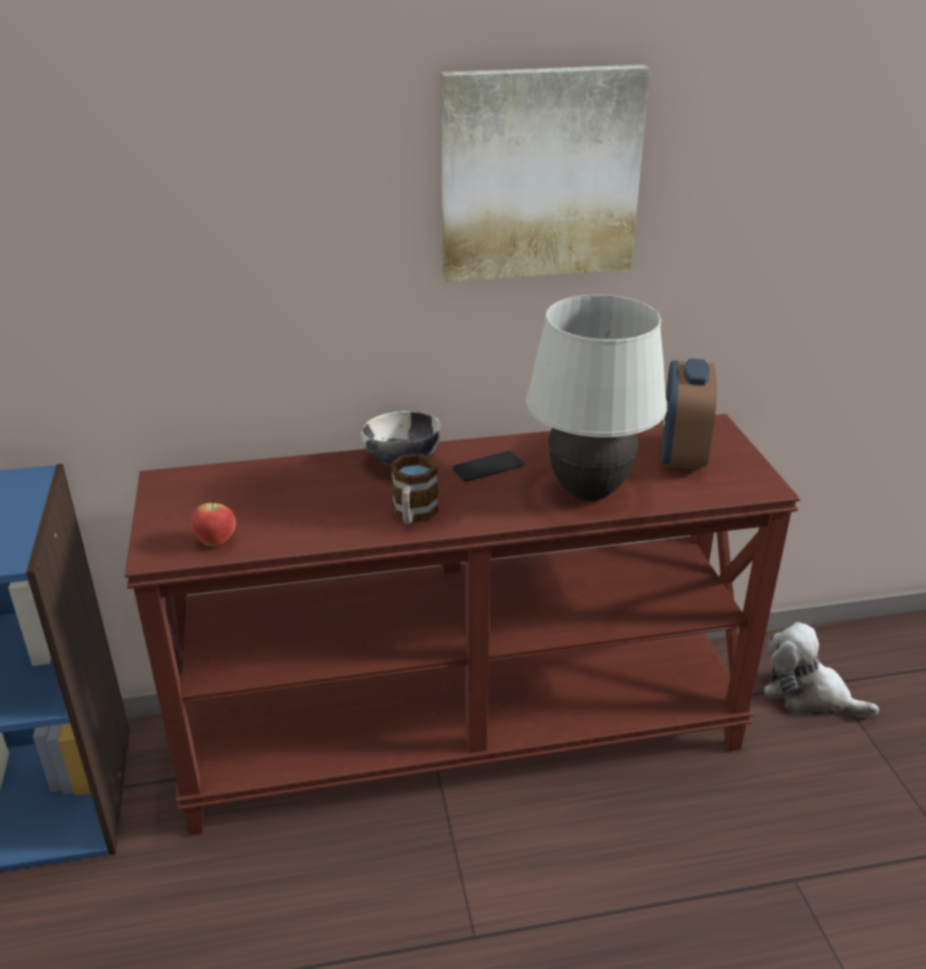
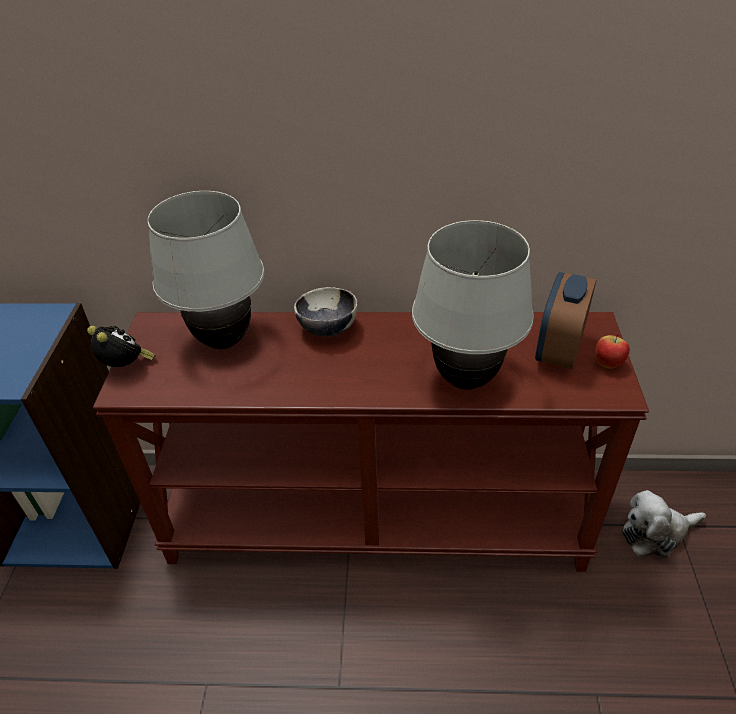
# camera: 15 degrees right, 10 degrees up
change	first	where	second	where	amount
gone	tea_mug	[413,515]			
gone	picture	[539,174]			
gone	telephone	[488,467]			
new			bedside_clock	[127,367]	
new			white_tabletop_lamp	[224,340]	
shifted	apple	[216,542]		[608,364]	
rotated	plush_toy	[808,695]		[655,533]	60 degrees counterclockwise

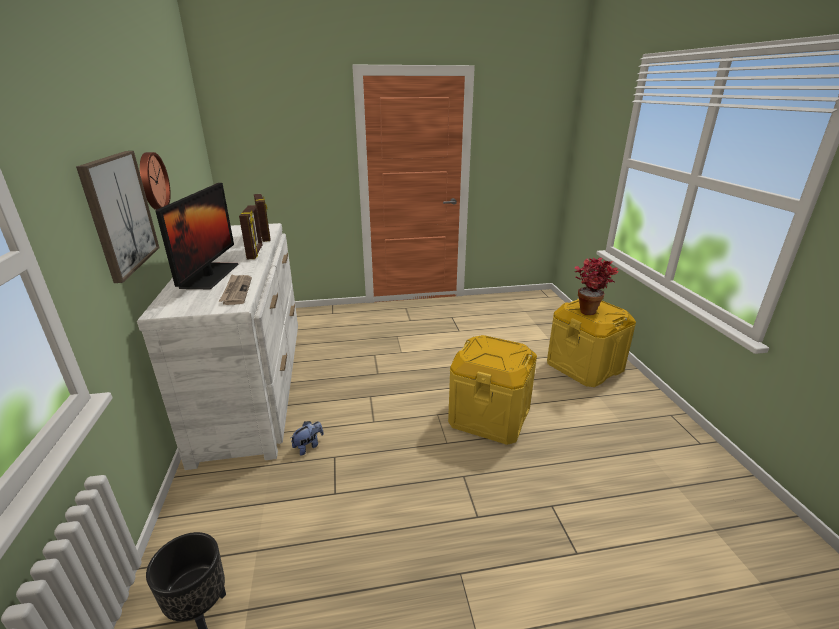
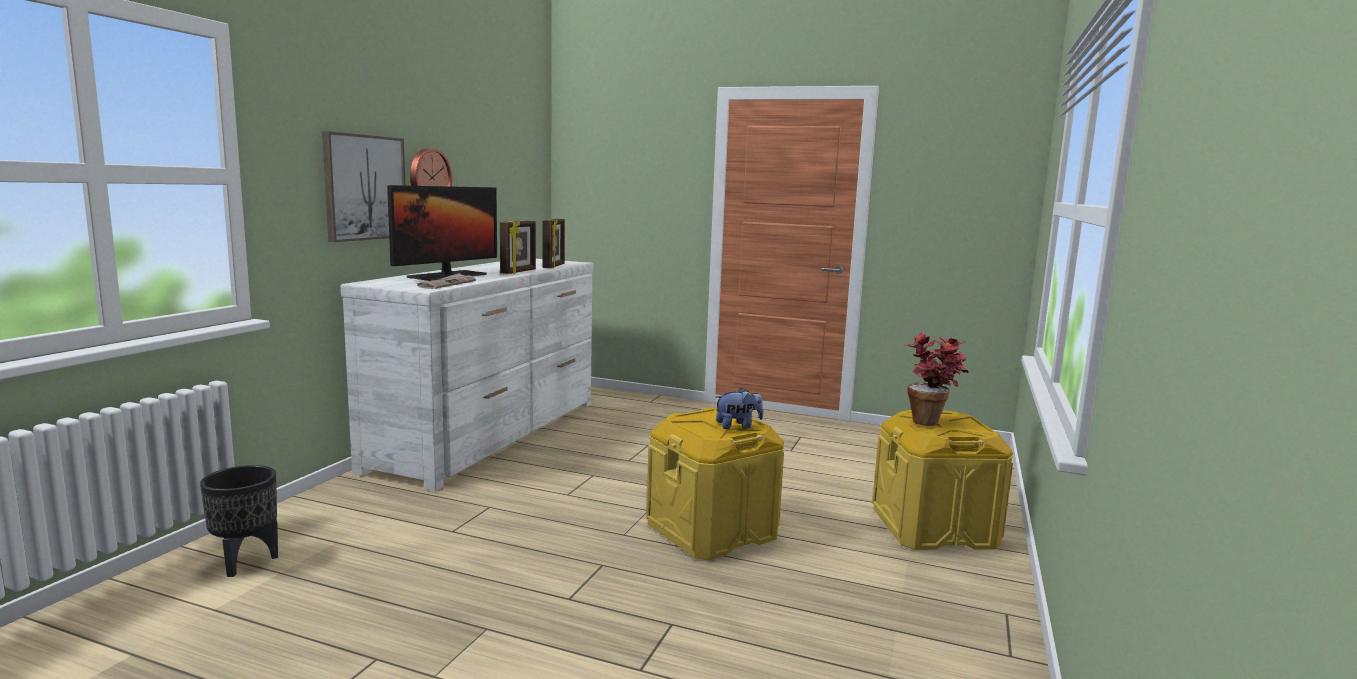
# camera: 30 degrees right, 15 degrees down
change	first	where	second	where	amount
shifted	plush_toy	[308,446]		[738,426]	

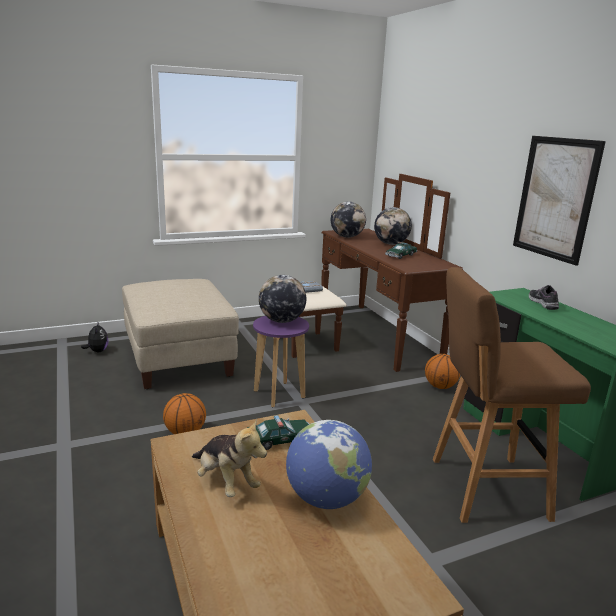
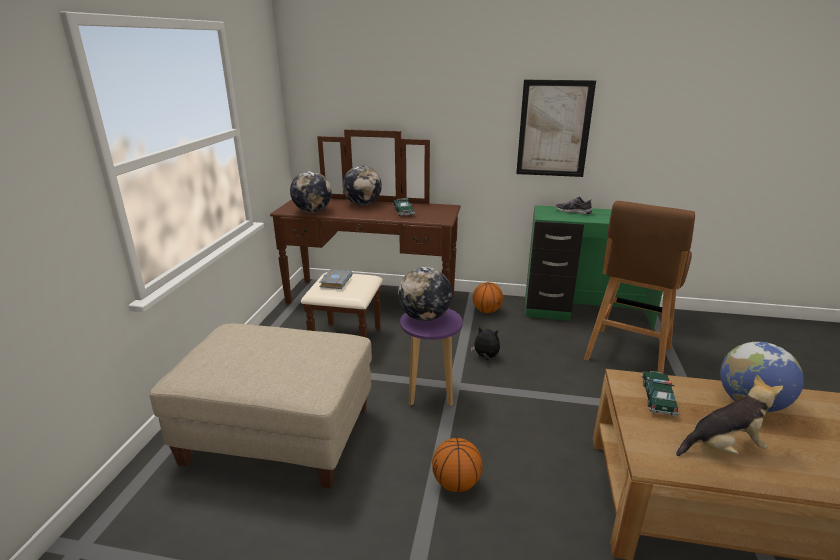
# camera: 55 degrees left, 5 degrees up
change	first	where	second	where	amount
shifted	plush_toy	[97,351]		[485,357]	

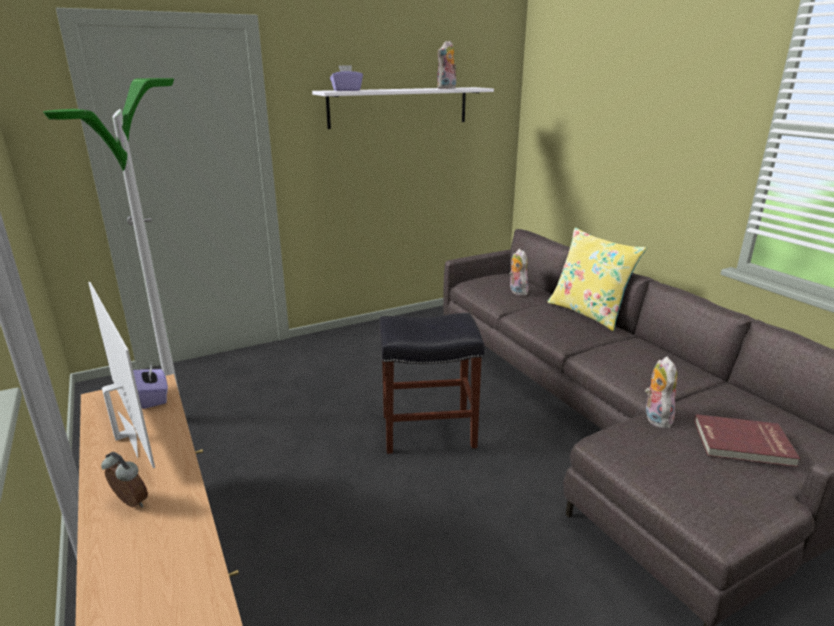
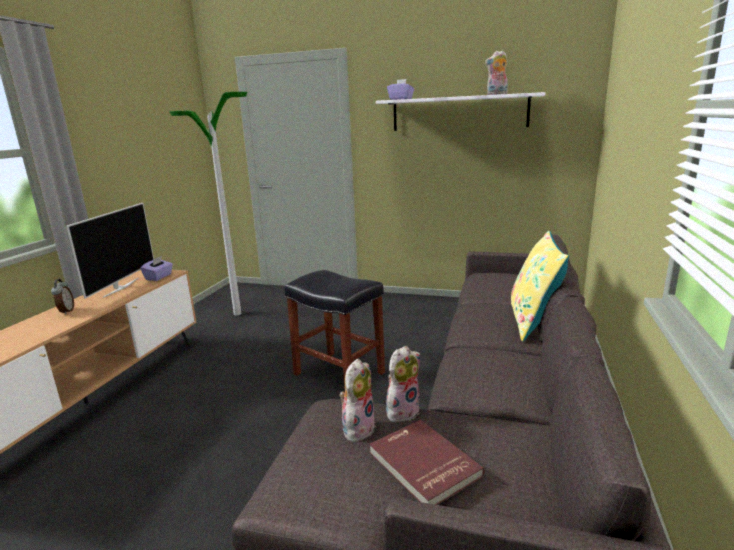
# camera: 45 degrees right, 5 degrees down
change	first	where	second	where	amount
shifted	plush_toy	[516,291]		[357,428]	

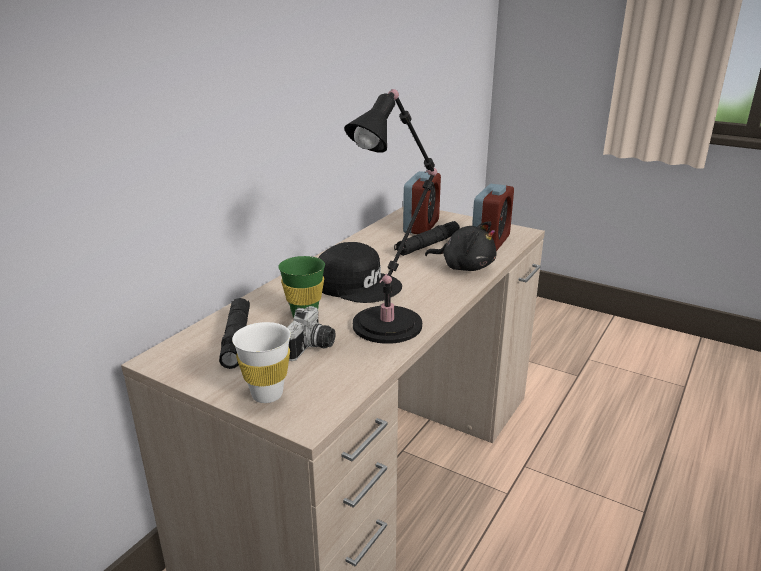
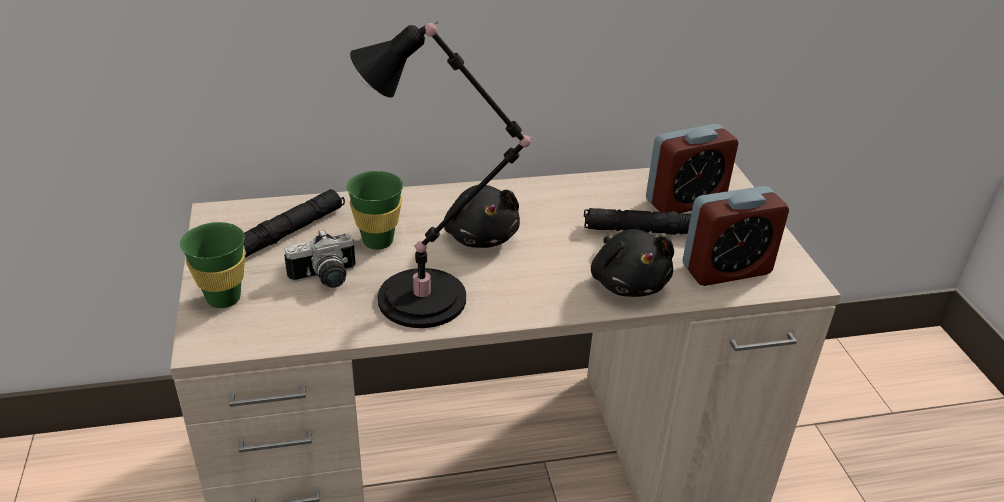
# camera: 45 degrees right, 10 degrees up
change	first	where	second	where	amount
swapped	black_peaked_cap	[357,284]	black_plush_toy	[481,236]	
repainted	white_cup	[267,394]	greenish_cup	[223,298]	

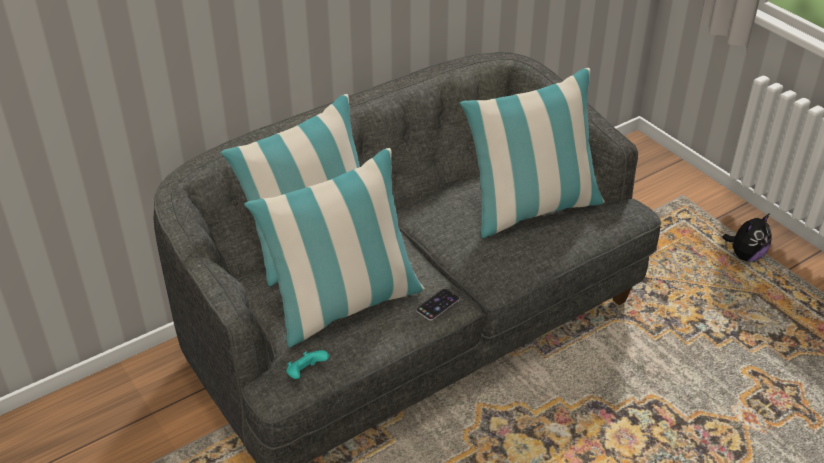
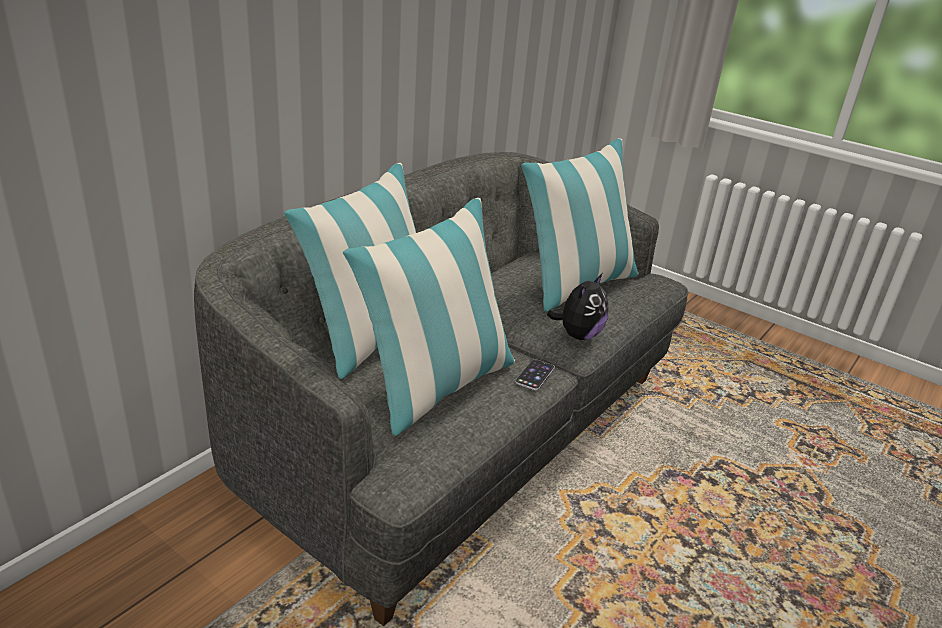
# camera: 20 degrees left, 10 degrees down
change	first	where	second	where	amount
gone	turquoise-coloured_game_controller	[306,373]			
shifted	plush_toy	[745,255]		[578,335]	

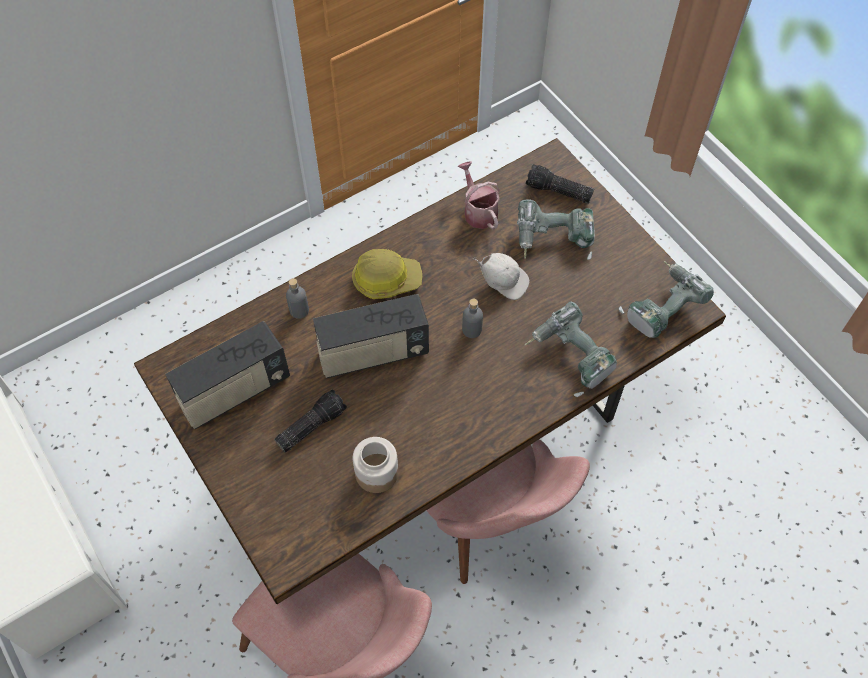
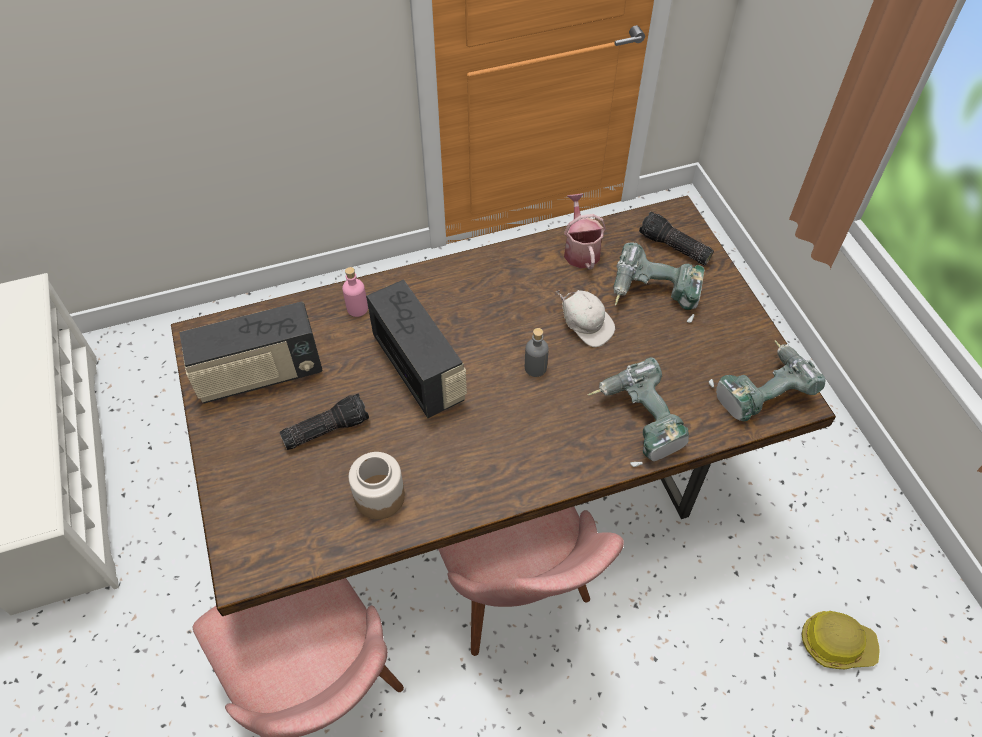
# camera: 15 degrees right, 5 degrees down
change	first	where	second	where	amount
shifted	safety_helmet	[386,279]		[836,643]	
repainted	greyish_beverage_bottle	[299,310]	pink-coloured_beverage_bottle	[357,308]	
rotated	radio_set	[373,354]		[419,369]	120 degrees counterclockwise

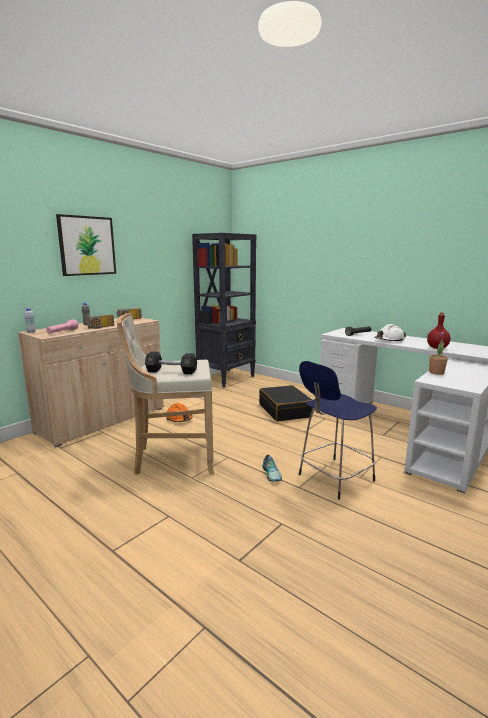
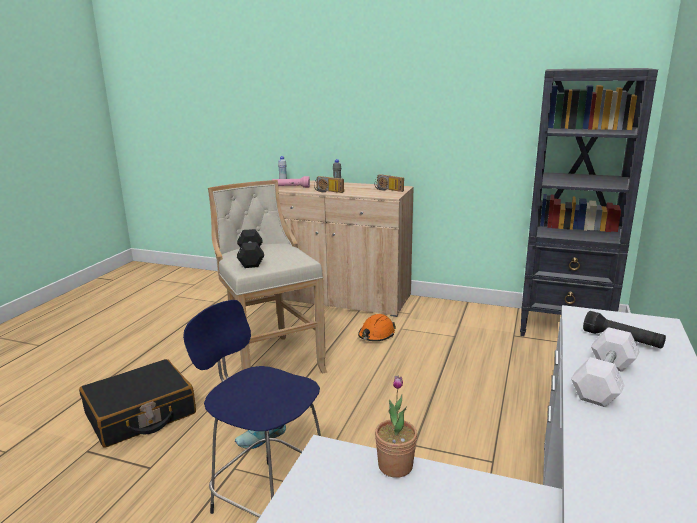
# camera: 70 degrees right, 5 degrees up
change	first	where	second	where	amount
gone	picture	[87,246]			
gone	reddish_beverage_bottle	[437,348]			
shifted	black_piece_of_luggage	[285,410]		[140,414]	
swapped	white_safety_helmet	[389,340]	white_dumbbell	[603,381]	

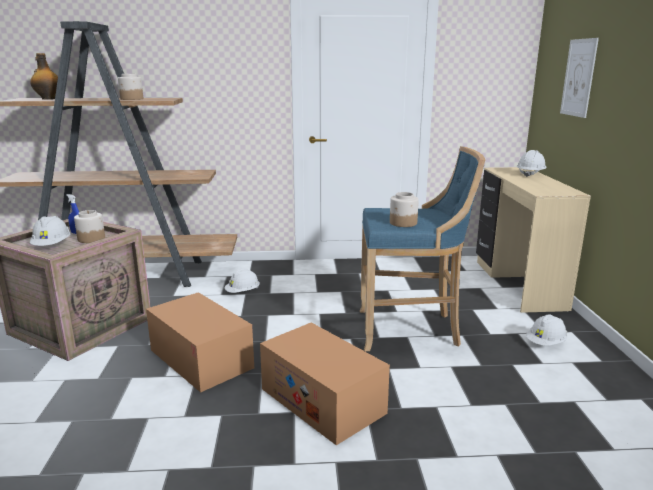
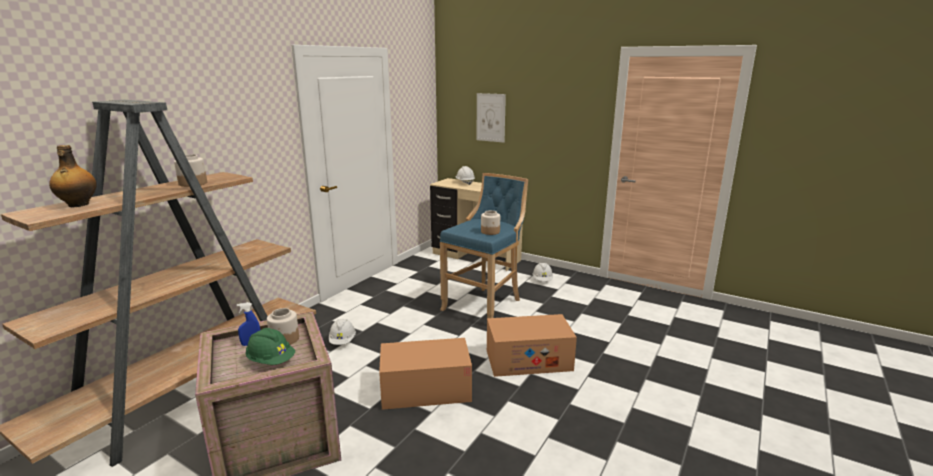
# camera: 55 degrees left, 0 degrees up
change	first	where	second	where	amount
repainted	white_safety_helmet	[52,246]	greenish_safety_helmet	[271,361]	

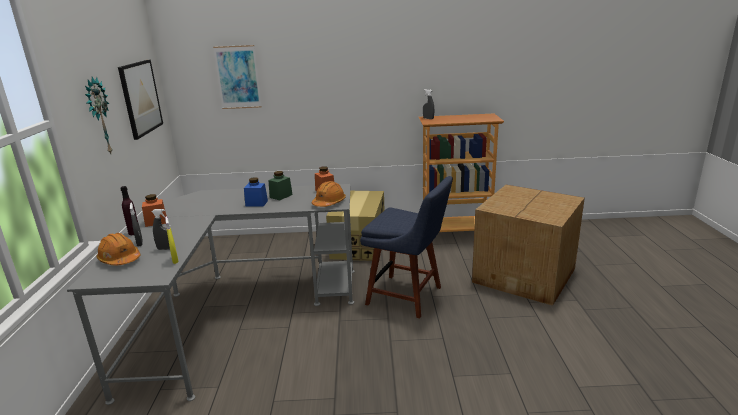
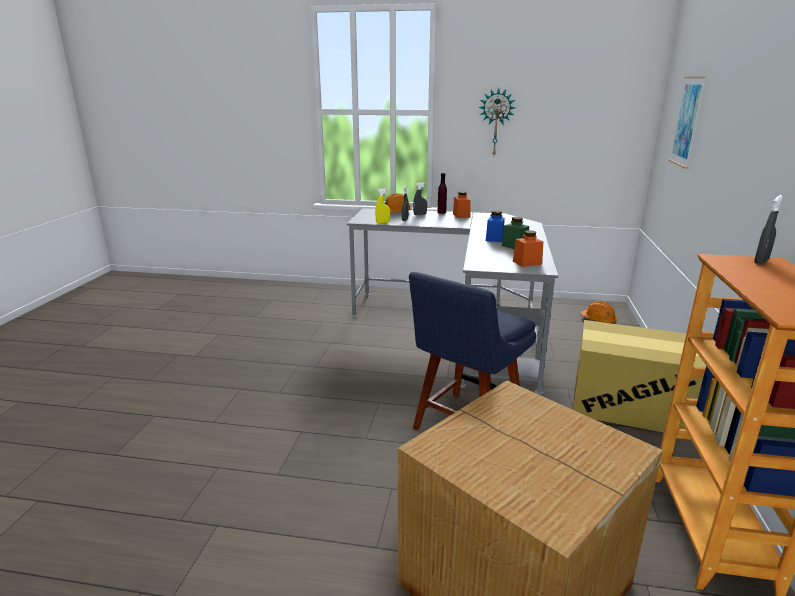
# camera: 100 degrees right, 0 degrees up
change	first	where	second	where	amount
gone	picture	[140,98]			
shifted	orange_safety_helmet	[329,203]		[598,320]	

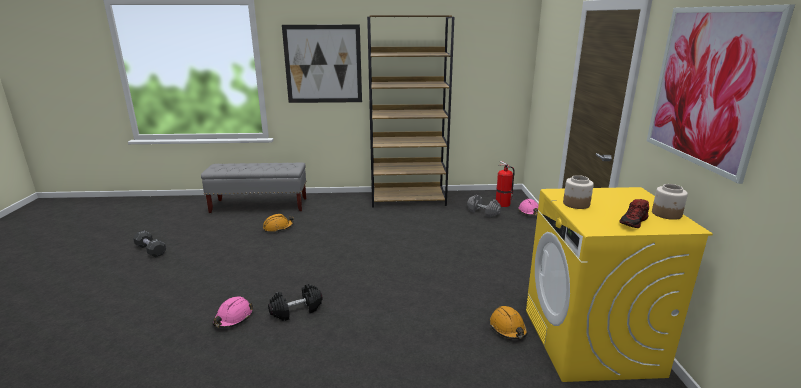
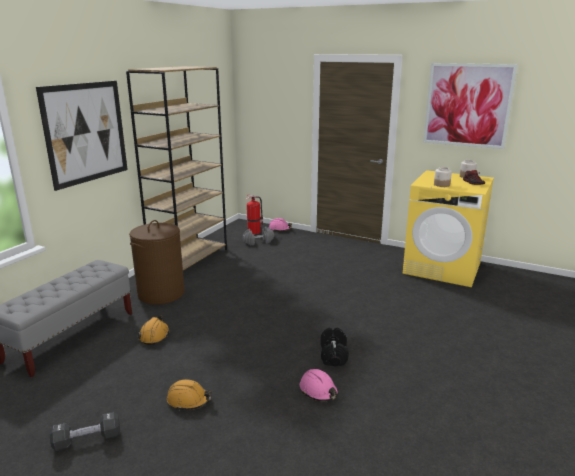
# camera: 60 degrees left, 0 degrees up
change	first	where	second	where	amount
new			brown-coloured_hamper	[161,293]	
shifted	orange_safety_helmet	[508,328]		[189,400]	

